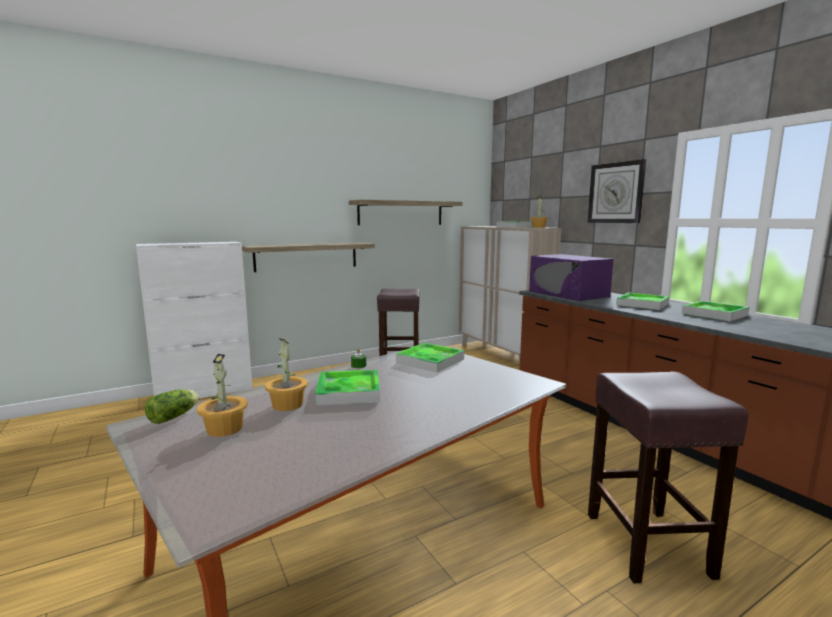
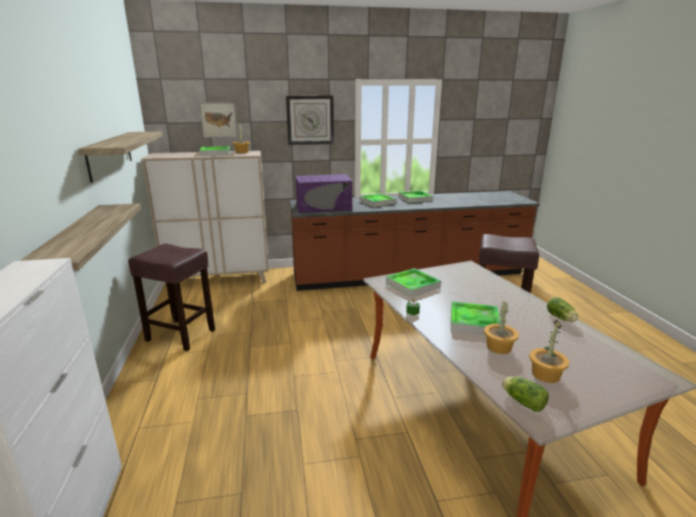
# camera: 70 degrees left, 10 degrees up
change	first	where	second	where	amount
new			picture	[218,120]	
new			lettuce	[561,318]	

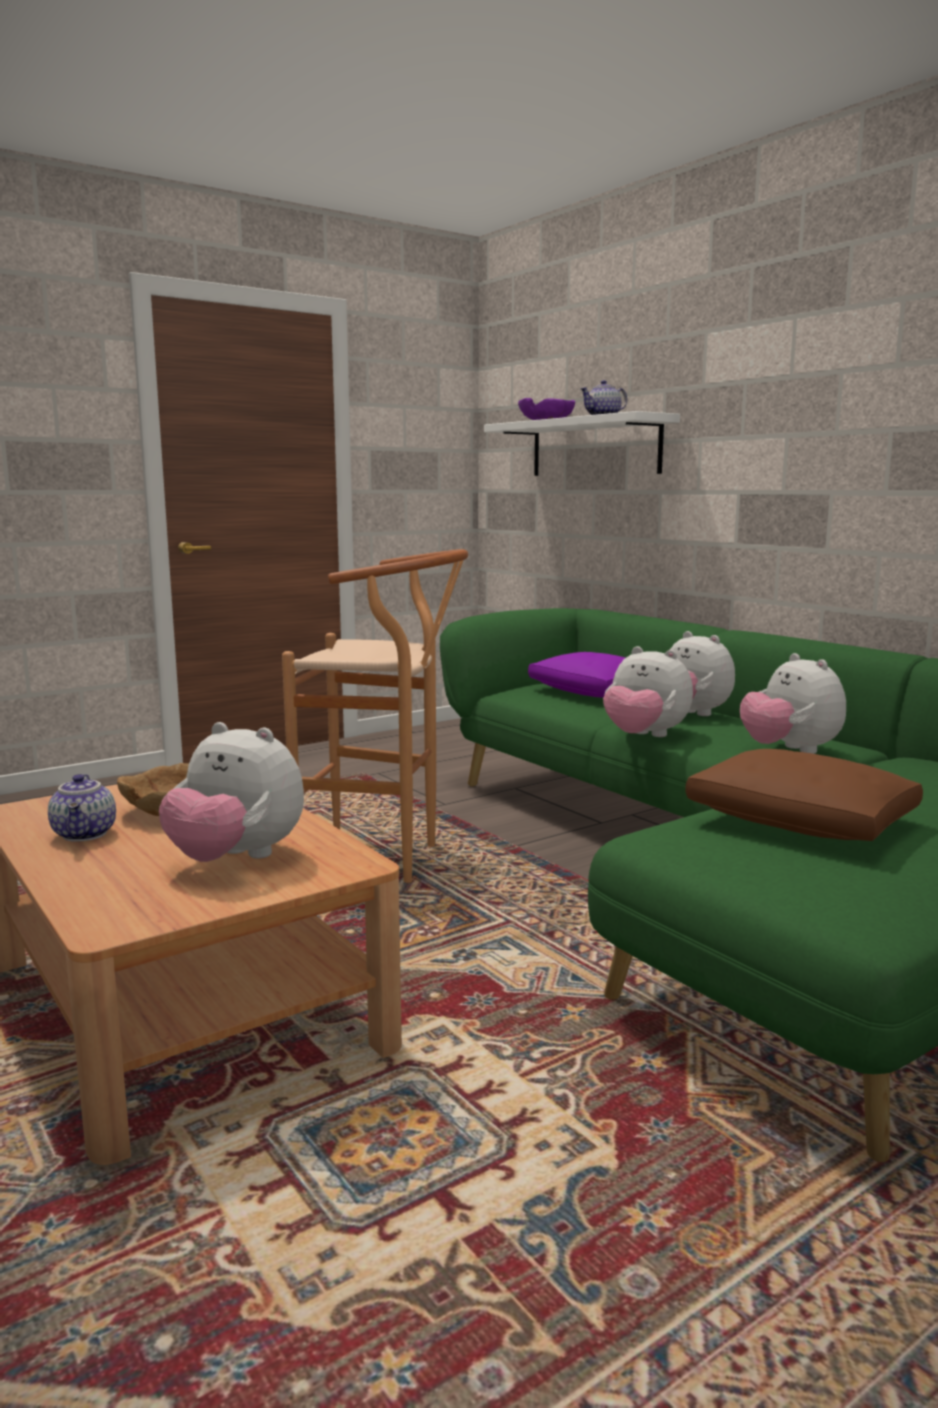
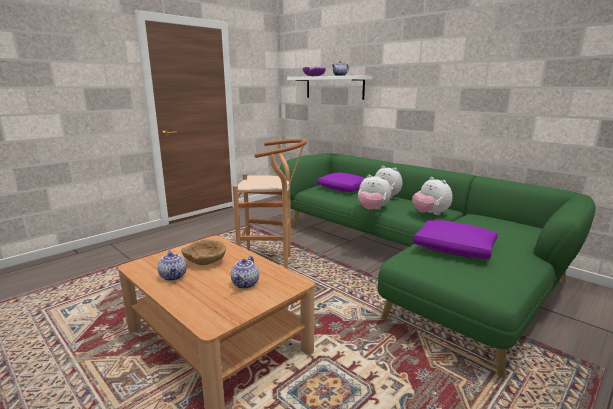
# camera: 10 degrees left, 5 degrees up
change	first	where	second	where	amount
swapped	plush_toy	[236,859]	tea_pot	[246,284]	
repainted	brown-coloured_pillow	[802,822]	purple-coloured_pillow	[454,249]	

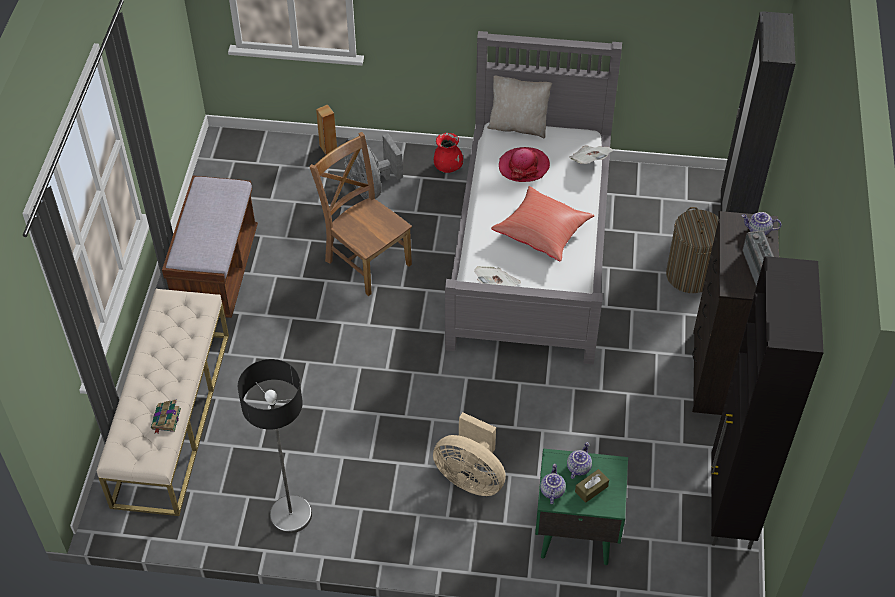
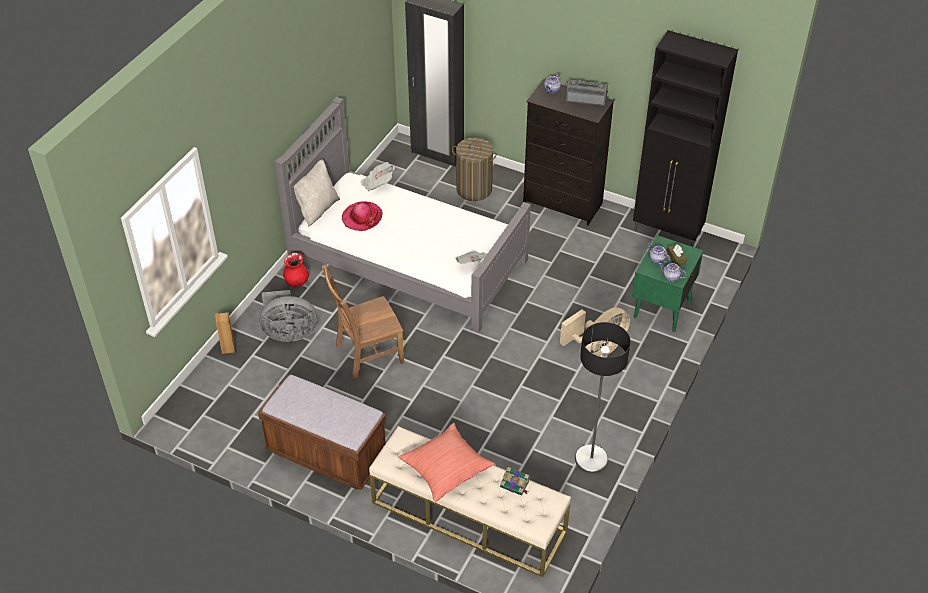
# camera: 70 degrees left, 5 degrees down
change	first	where	second	where	amount
shifted	reddish_pillow	[542,233]		[445,469]	

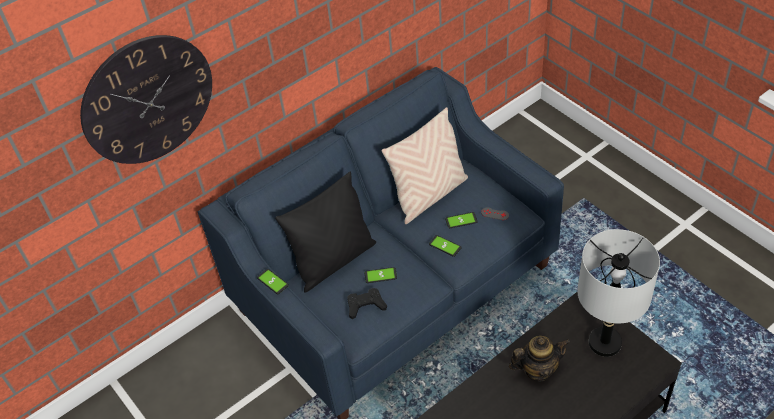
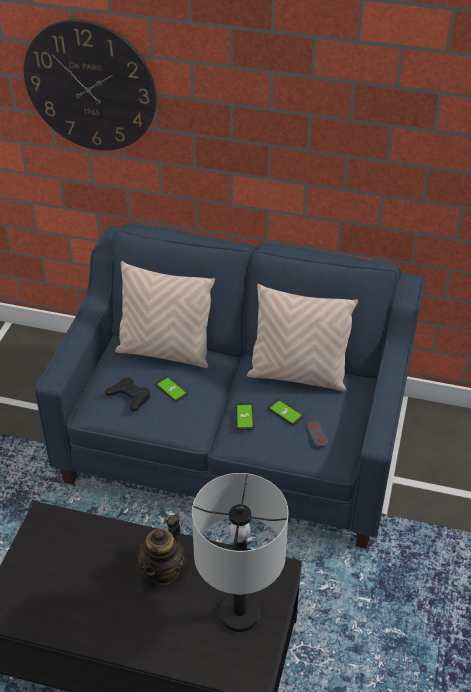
# camera: 50 degrees right, 5 degrees down
change	first	where	second	where	amount
gone	telephone	[272,282]			
repainted	black_pillow	[334,261]	beige-coloured_pillow	[165,352]	
rotated	tea_pot	[537,369]		[163,570]	75 degrees clockwise

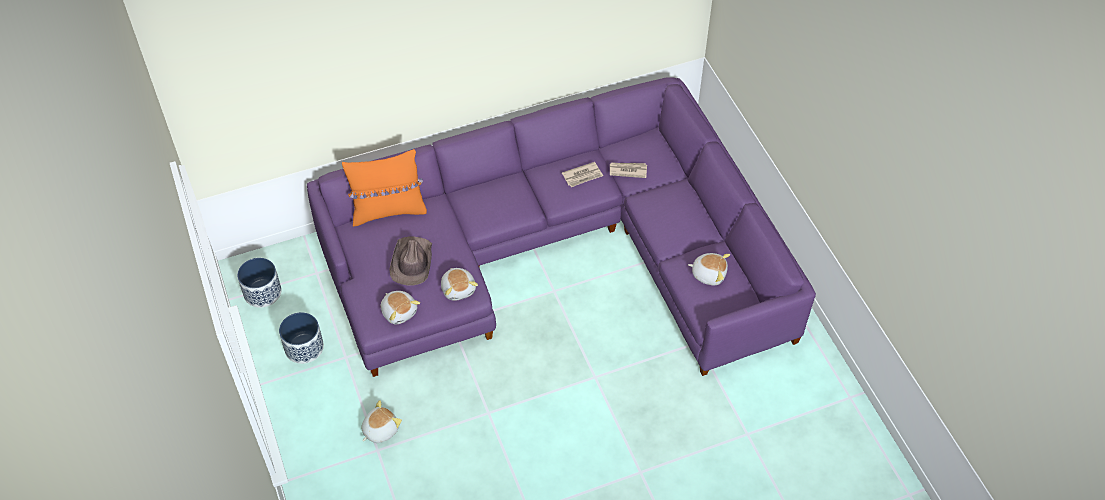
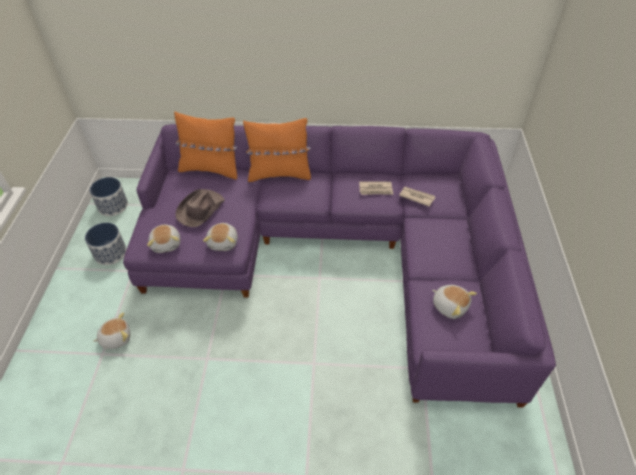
# camera: 25 degrees right, 5 degrees down
change	first	where	second	where	amount
new			orange_pillow	[279,174]	

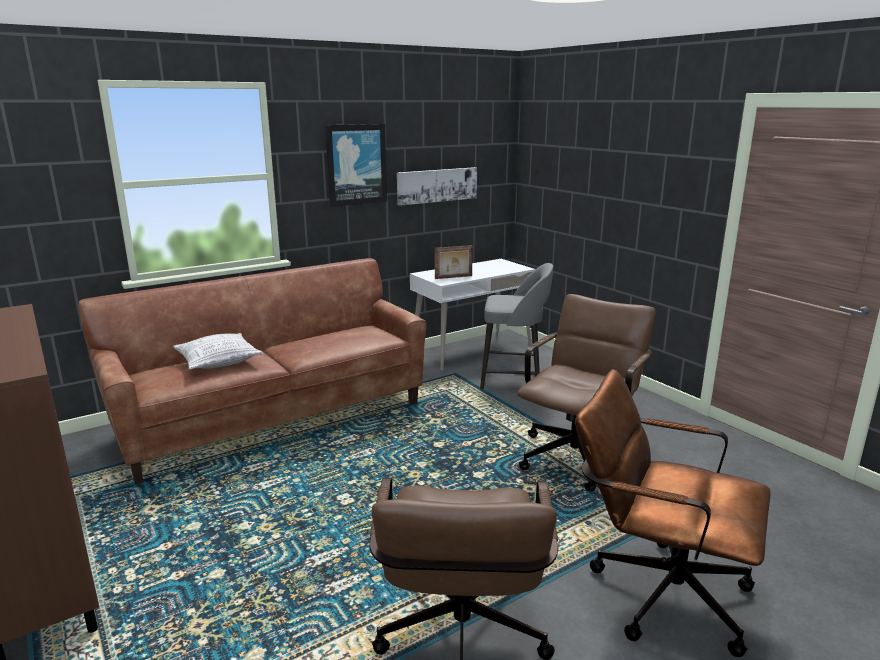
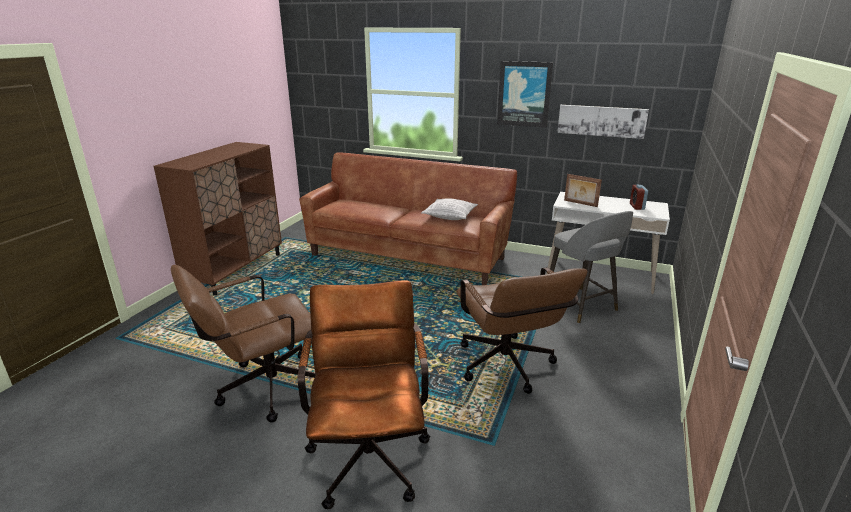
# camera: 55 degrees right, 5 degrees up
change	first	where	second	where	amount
new			bedside_clock	[636,206]	
shifted	pillow	[218,361]		[450,216]	
rotated	brown-coloured_computer_chair	[579,454]		[508,369]	75 degrees clockwise

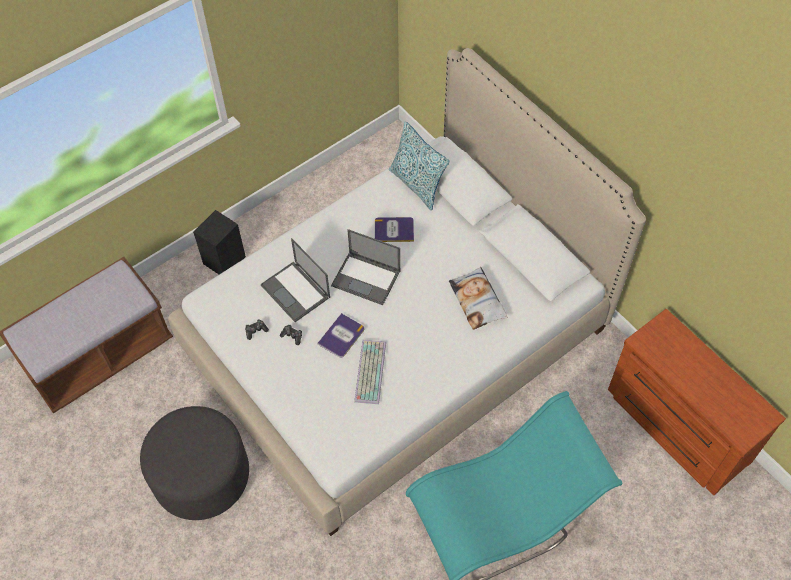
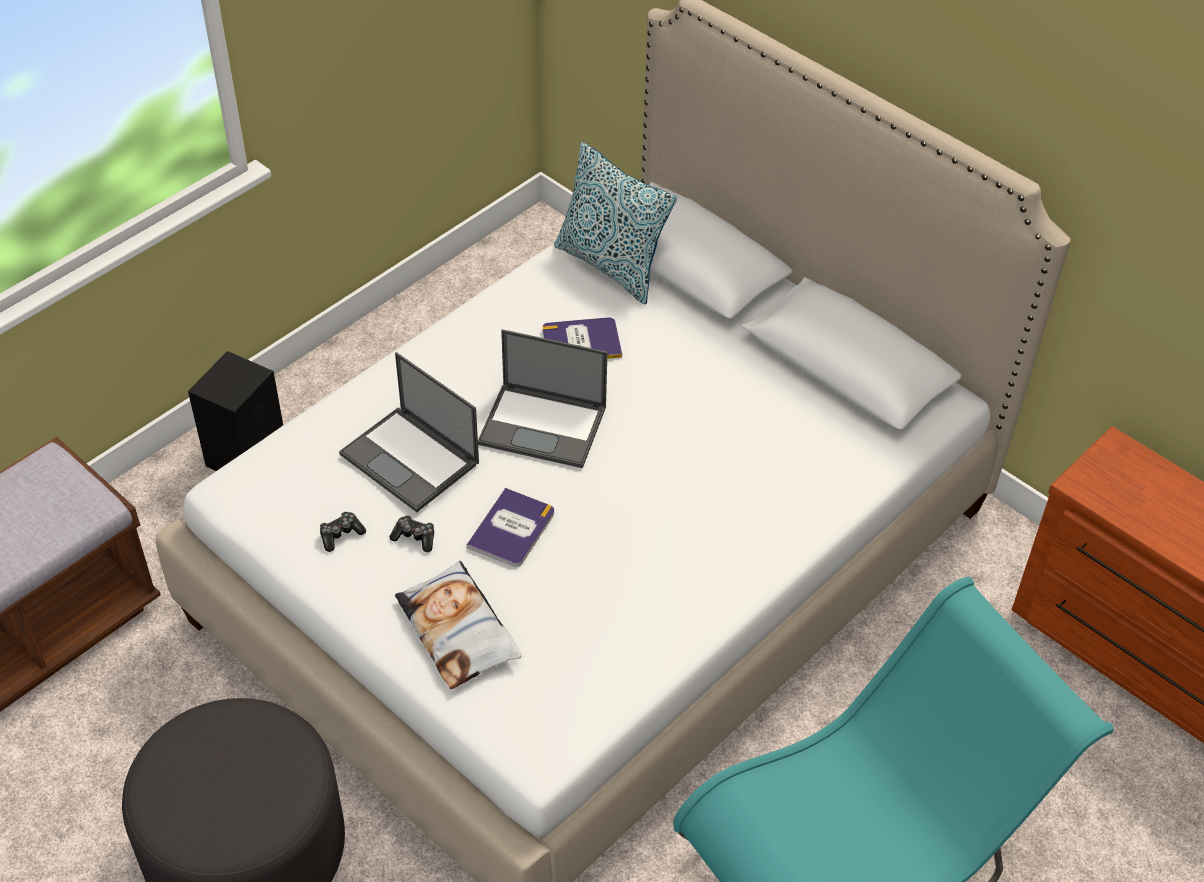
# camera: 10 degrees left, 10 degrees down
change	first	where	second	where	amount
gone	computer_keyboard	[369,371]			
shifted	pillow	[477,301]		[458,631]	

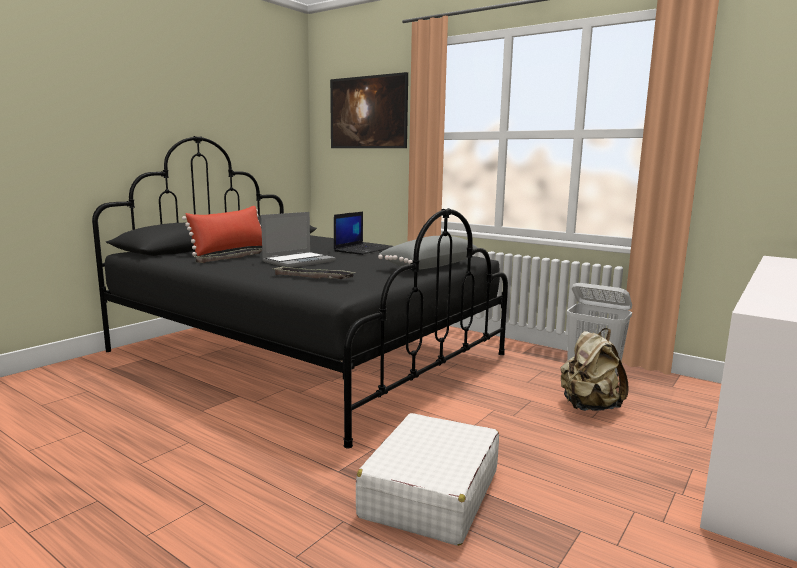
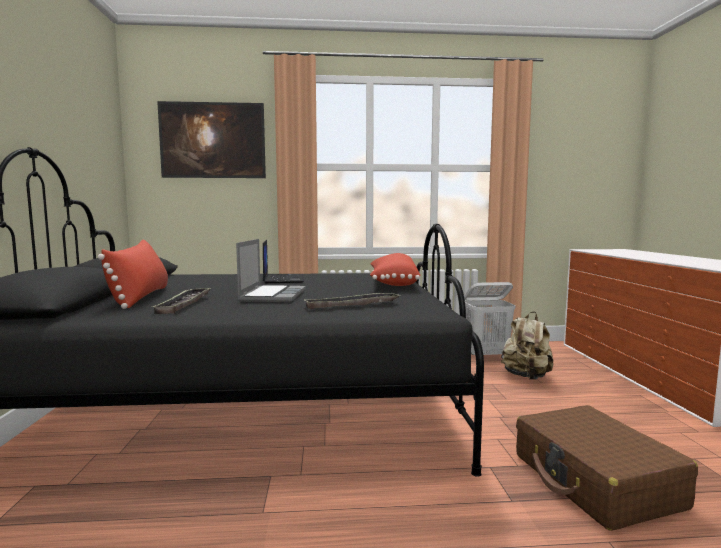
# camera: 40 degrees left, 5 degrees down
change	first	where	second	where	amount
repainted	white_piece_of_luggage	[430,493]	brown-coloured_piece_of_luggage	[595,481]	
repainted	greyish_pillow	[429,266]	reddish_pillow	[392,283]	

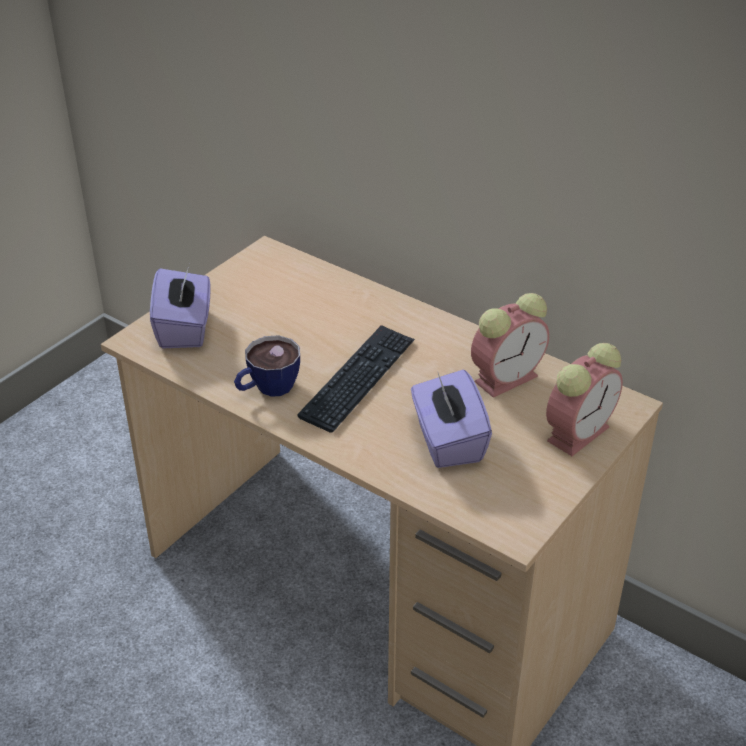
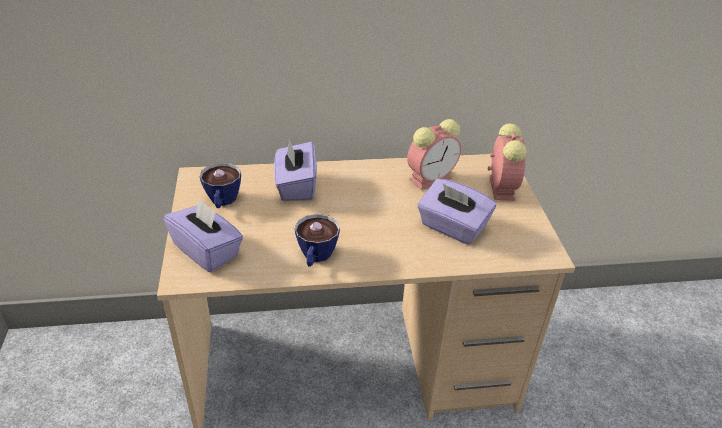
# camera: 45 degrees left, 0 degrees up
change	first	where	second	where	amount
gone	computer_keyboard	[358,379]			
new			cup	[222,202]	
new			purple-coloured_tissue_holder	[296,186]	
rotated	bedside_clock	[507,377]		[431,178]	45 degrees clockwise

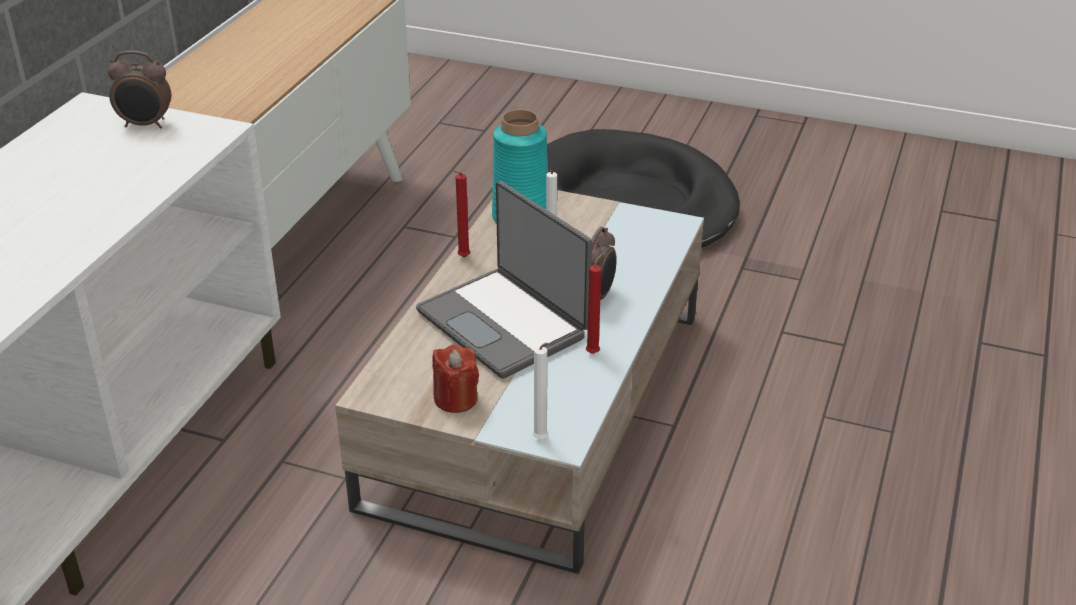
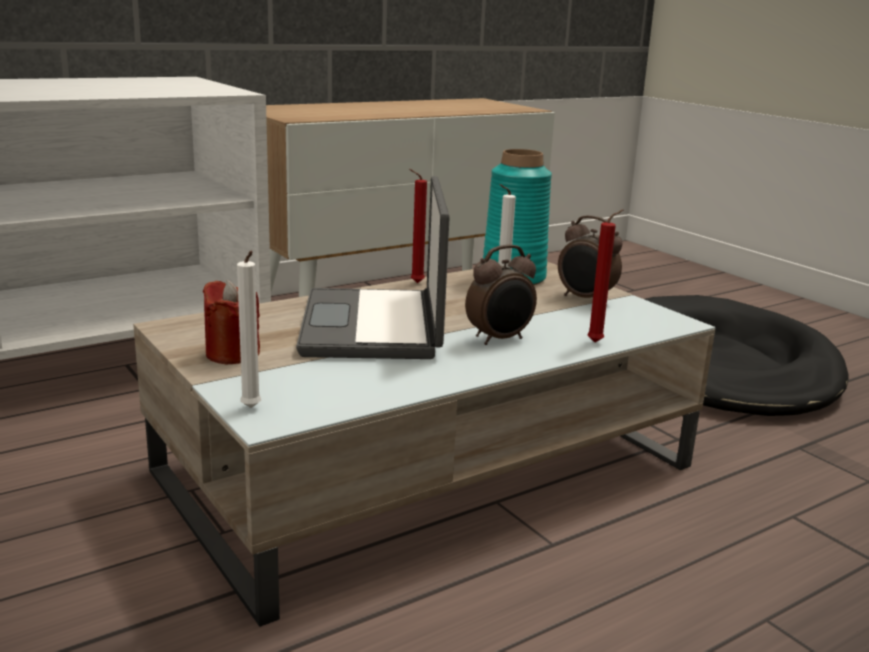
# camera: 35 degrees right, 15 degrees down
change	first	where	second	where	amount
shifted	bedside_clock	[146,125]		[585,299]	
shifted	reddish_candle	[594,352]		[597,342]	

